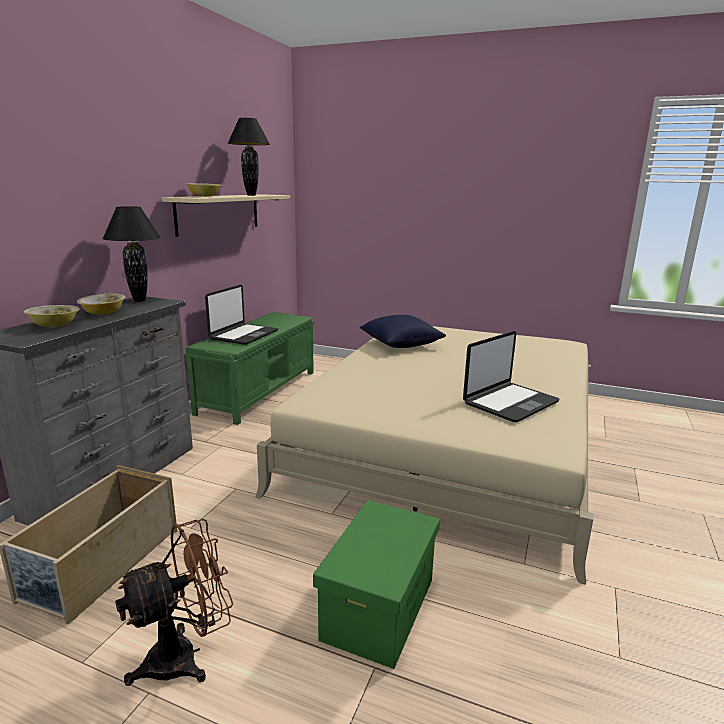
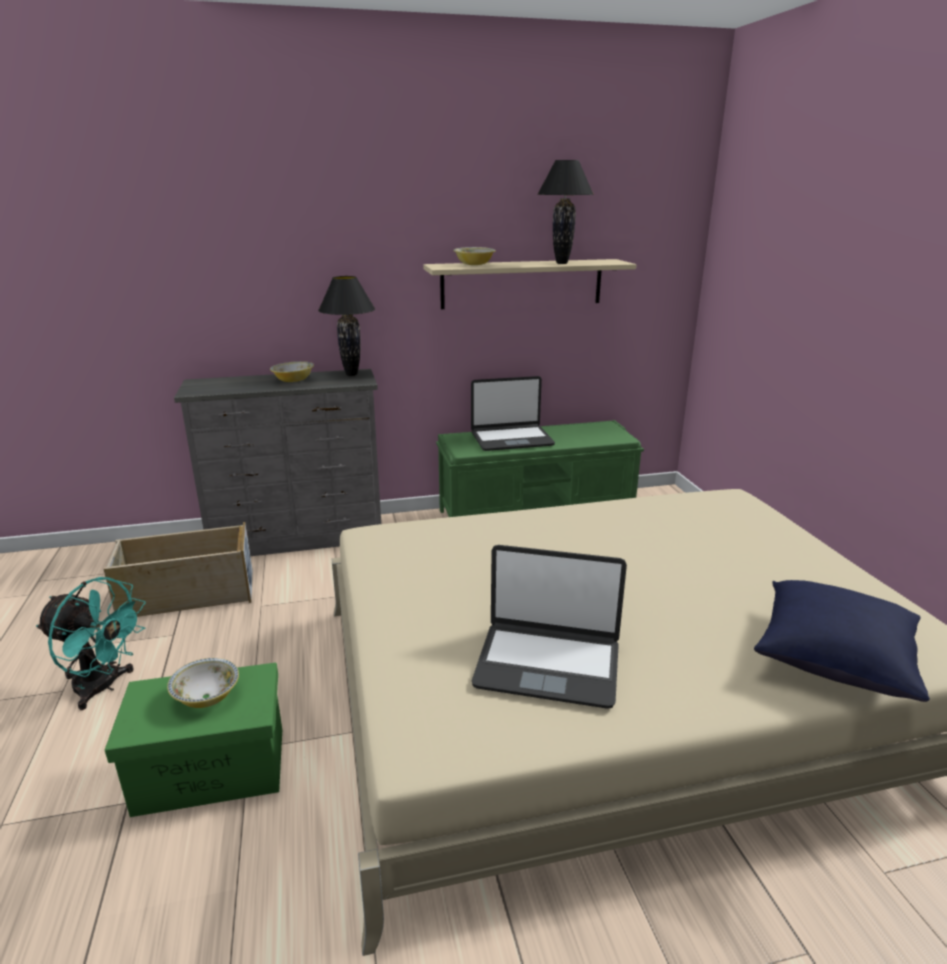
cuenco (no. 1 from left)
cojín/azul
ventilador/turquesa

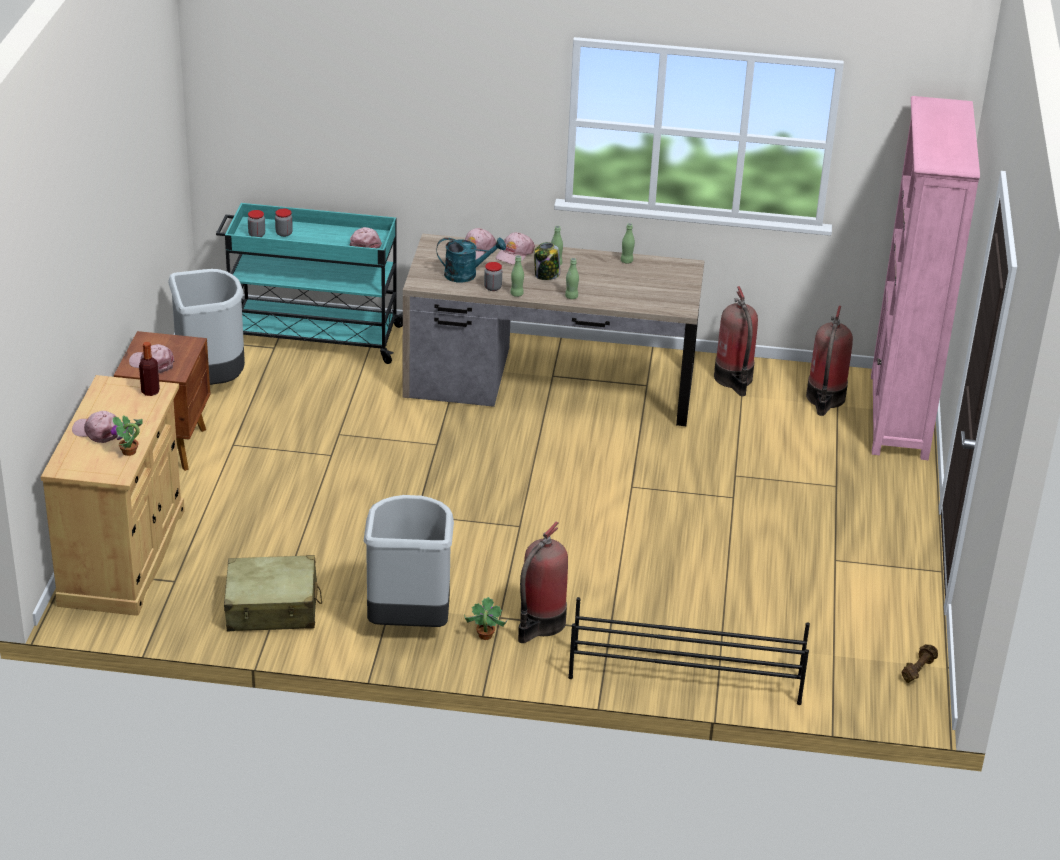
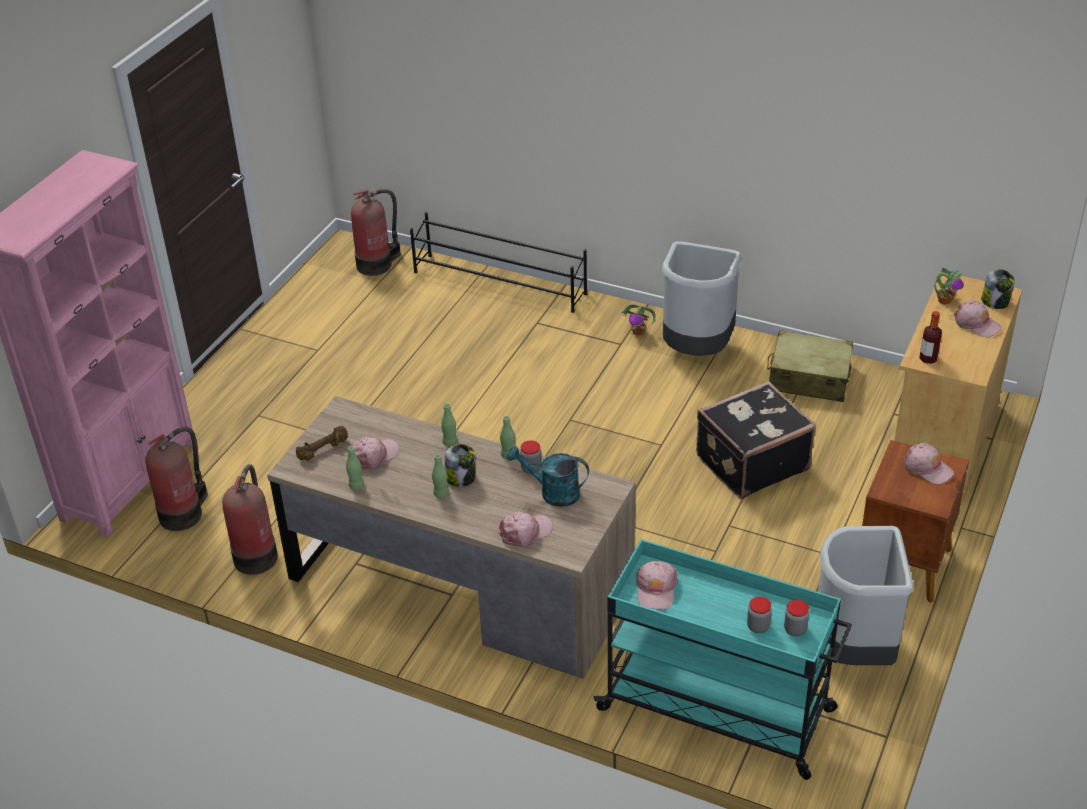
gorra/rosa (no. 1 from left)
extintor (no. 3 from left)
mancuerna/marrón
tarro (no. 5 from left)
maleta/negro

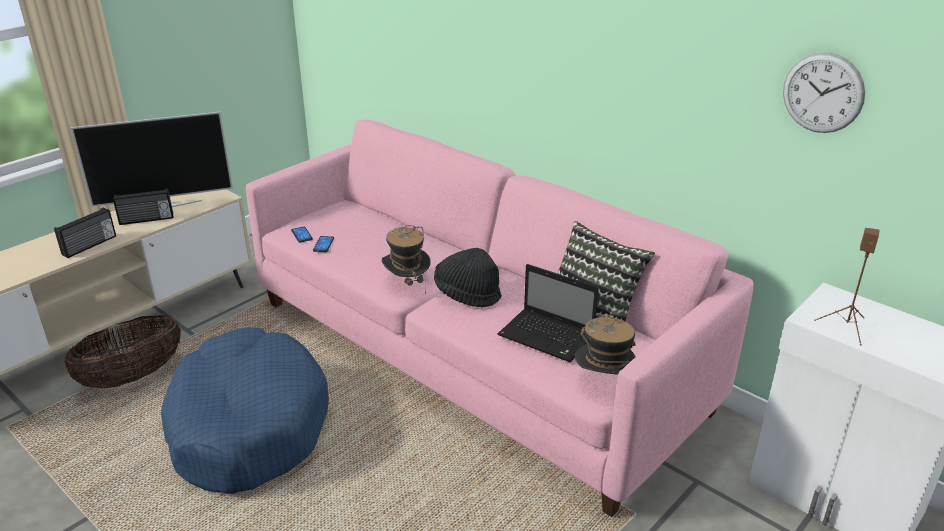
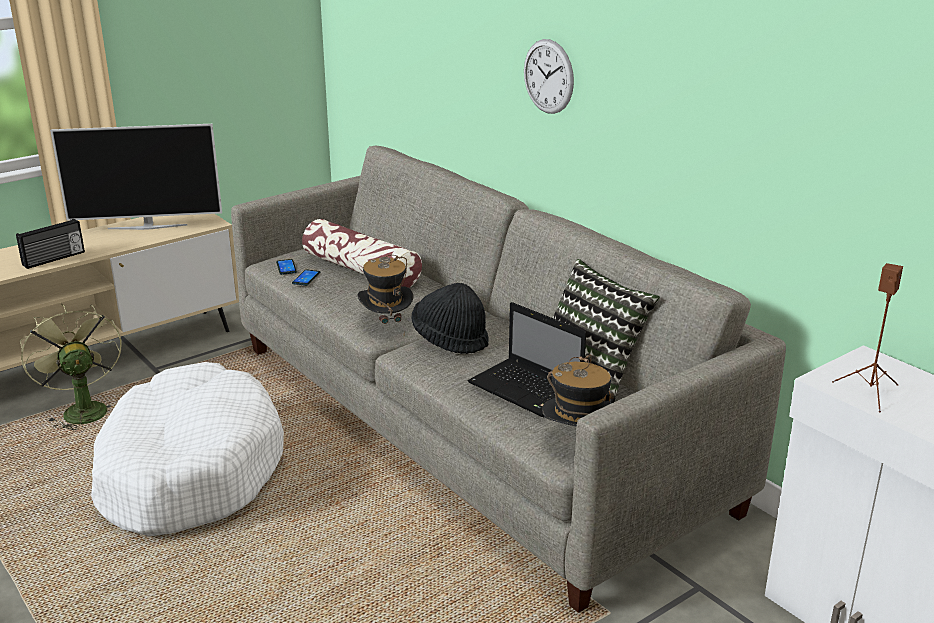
reloj de pared
sofá/gris
radio (no. 2 from left in the first image)
ventilador/verde
cama para perro/blanco
cojín (no. 1 from left)

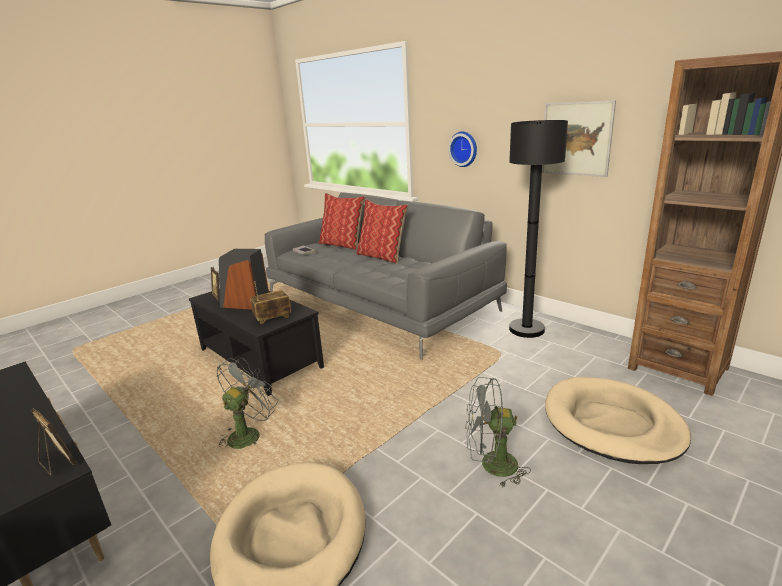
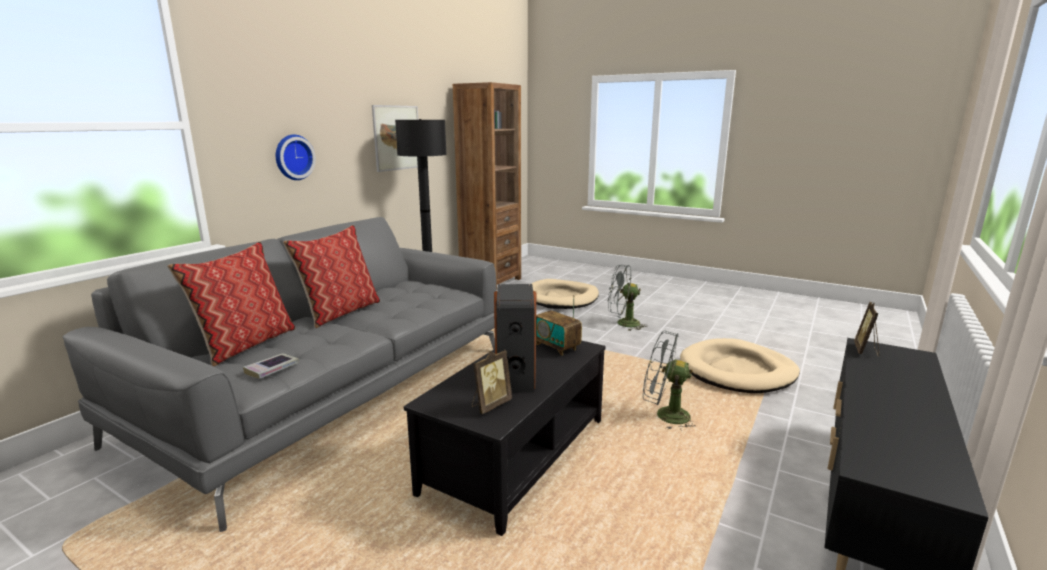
ventilador/gris (no. 1 from left)

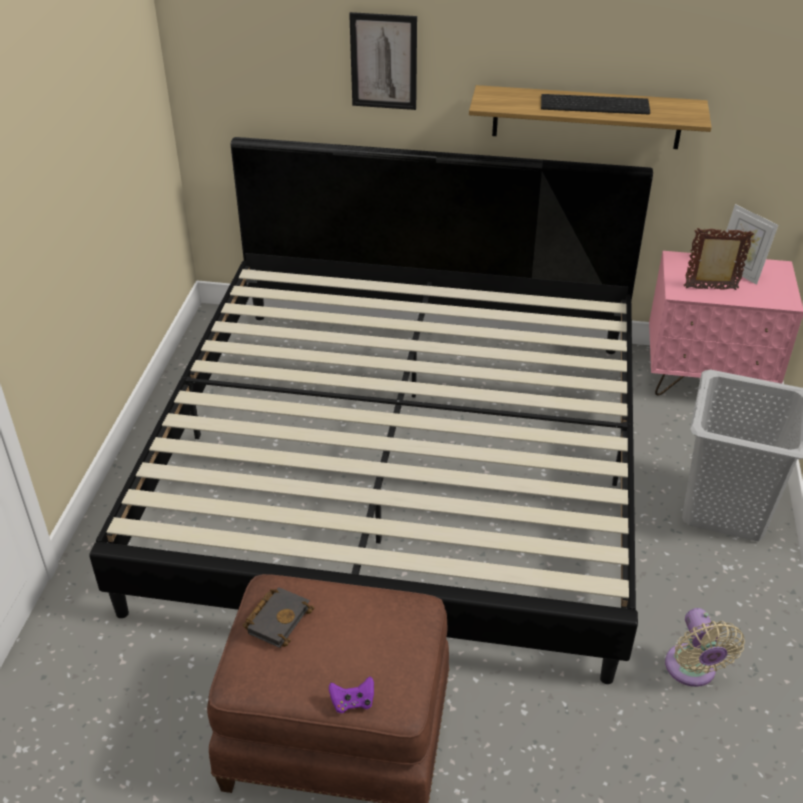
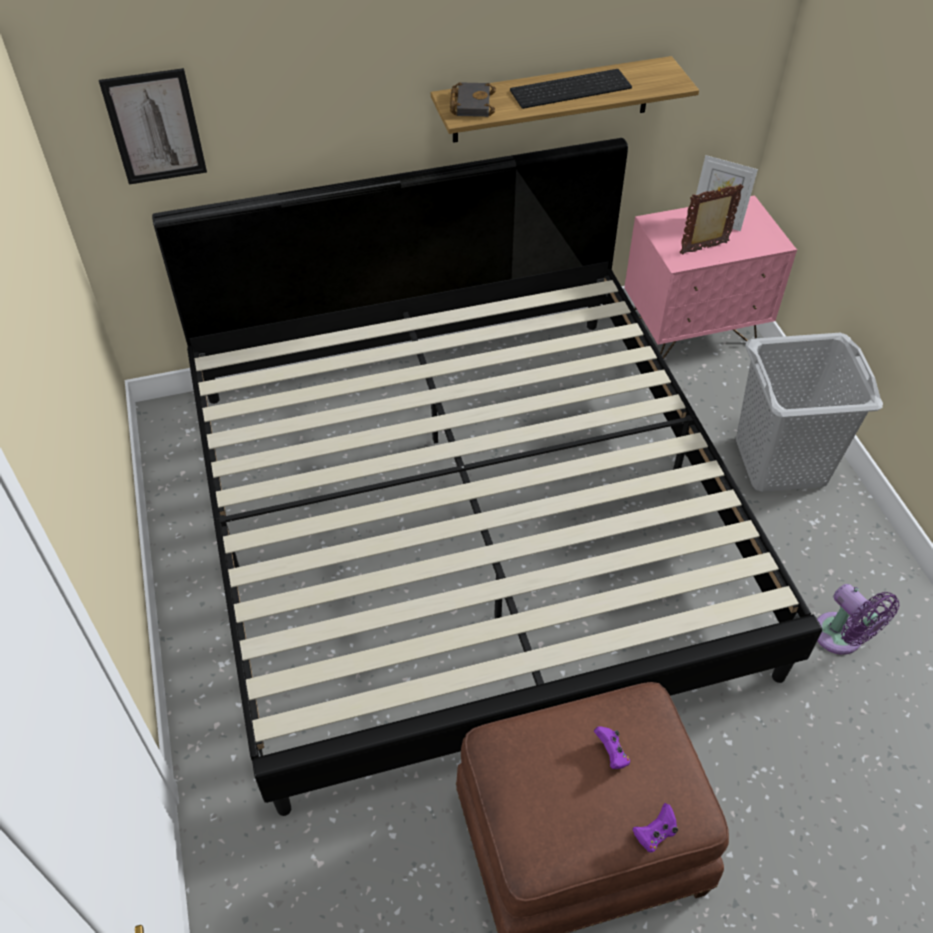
cuadro
libro/negro
ventilador/morado
mando de consola/morado (no. 1 from left)

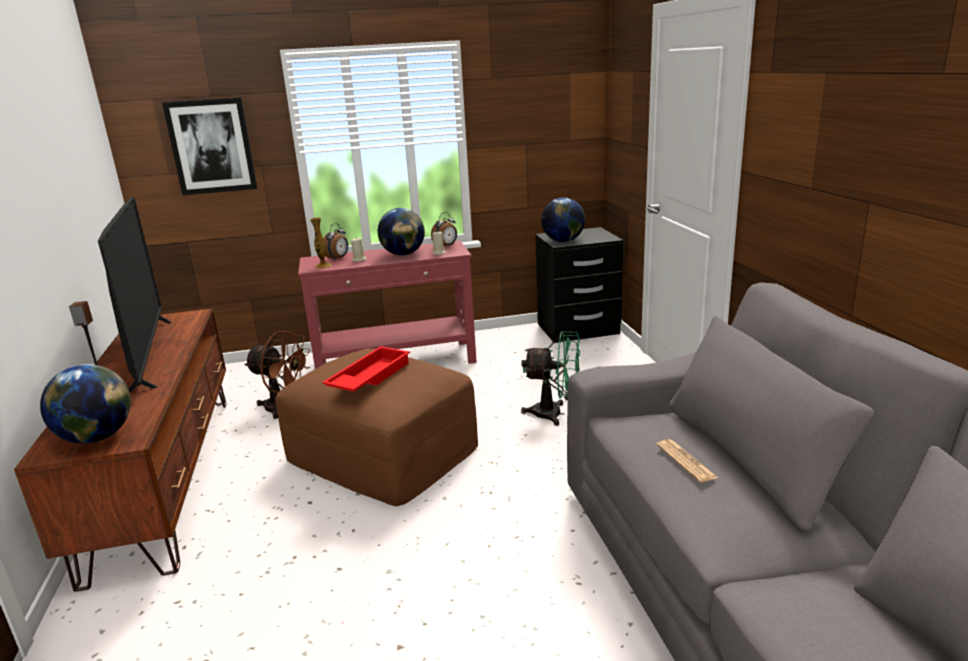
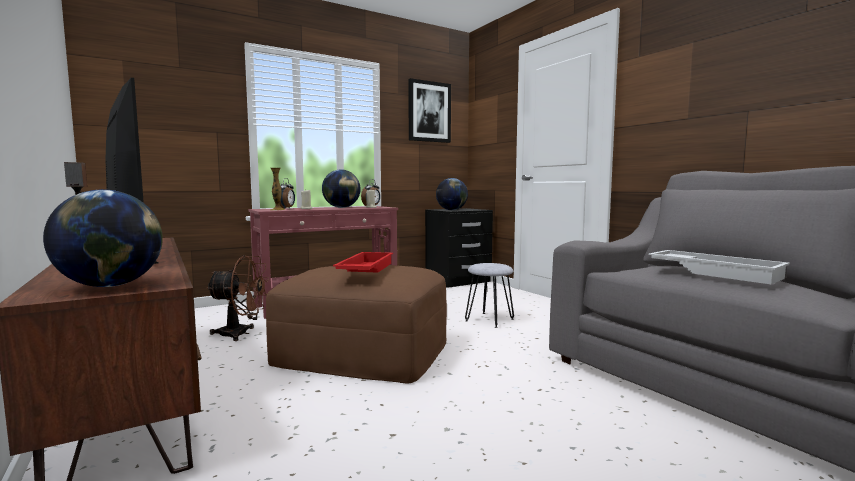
cuadro
taburete/gris
bandeja/blanco

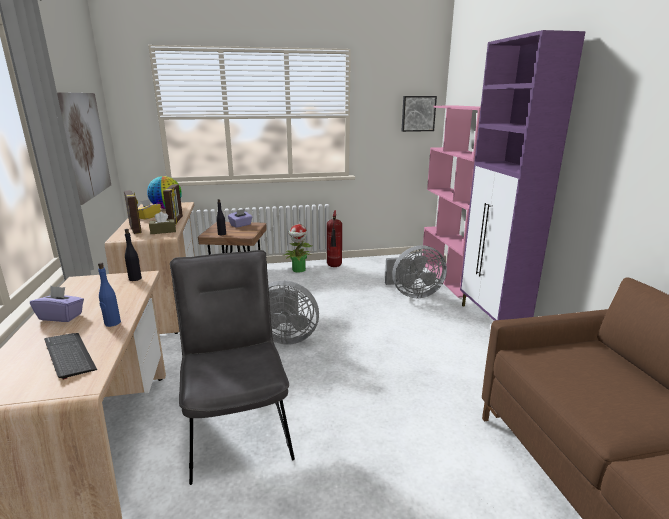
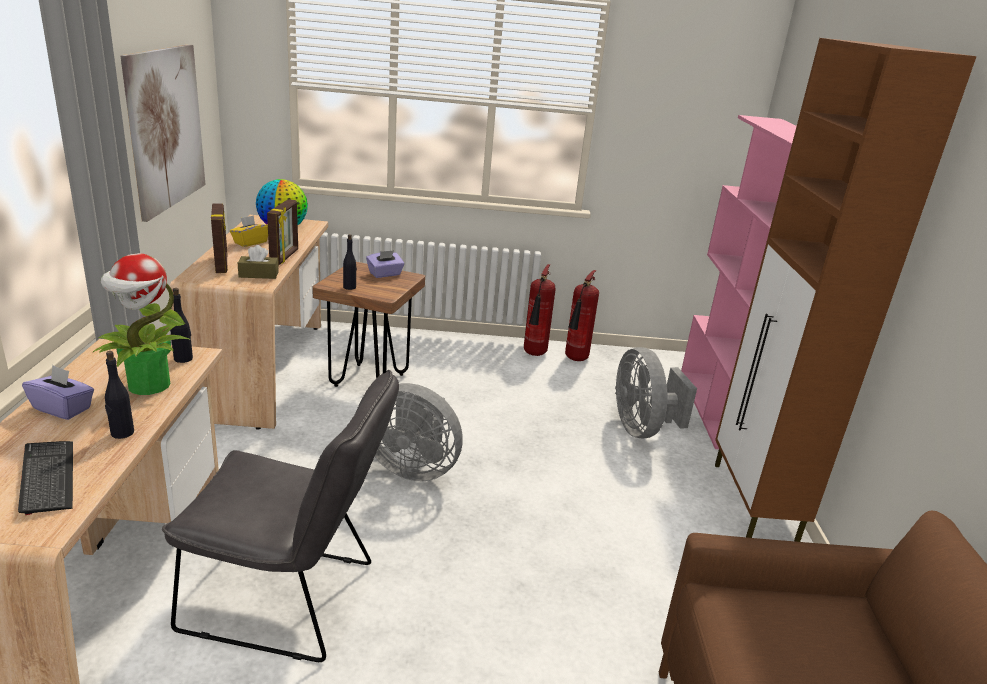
armario/marrón
cuadro (no. 2 from left in the first image)
planta en maceta
ventilador/gris (no. 2 from left)
silla/gris
botella/negro (no. 1 from left)
extintor (no. 2 from left)

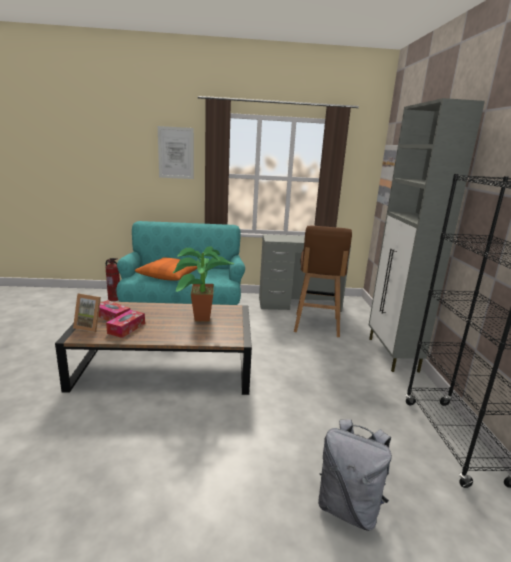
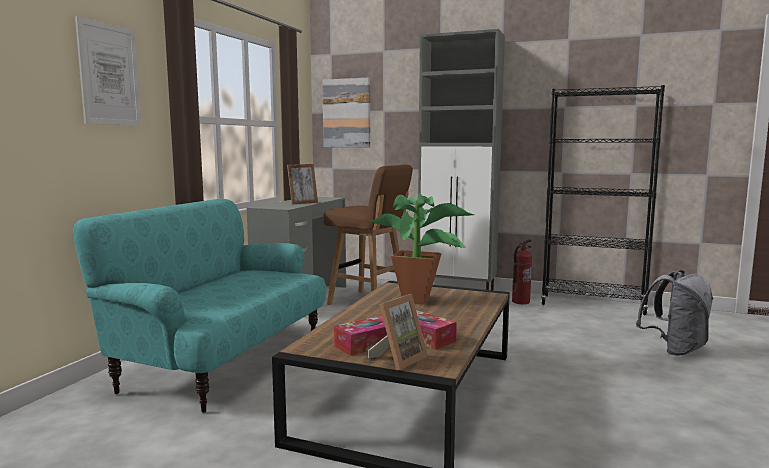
cojín/naranja
extintor
portarretratos (no. 1 from left)

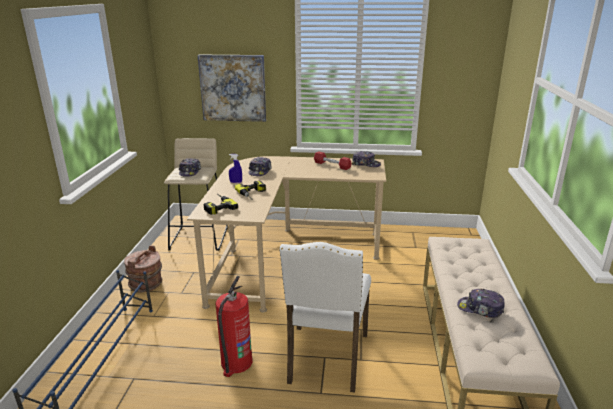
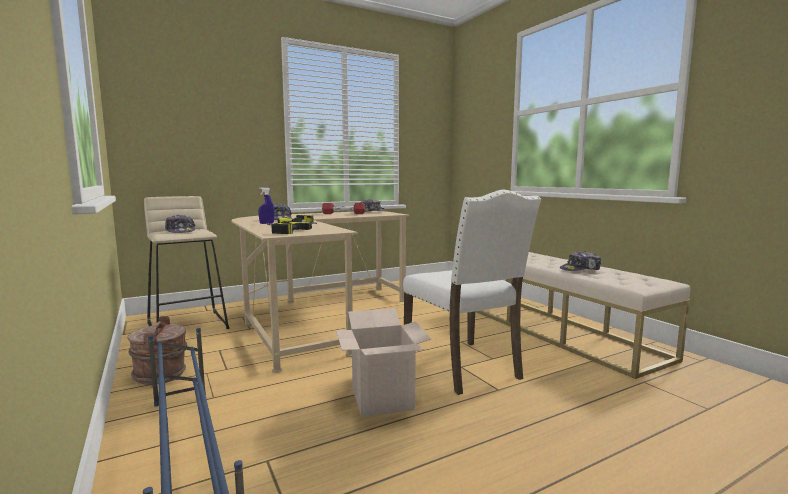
cuadro
caja de cartón

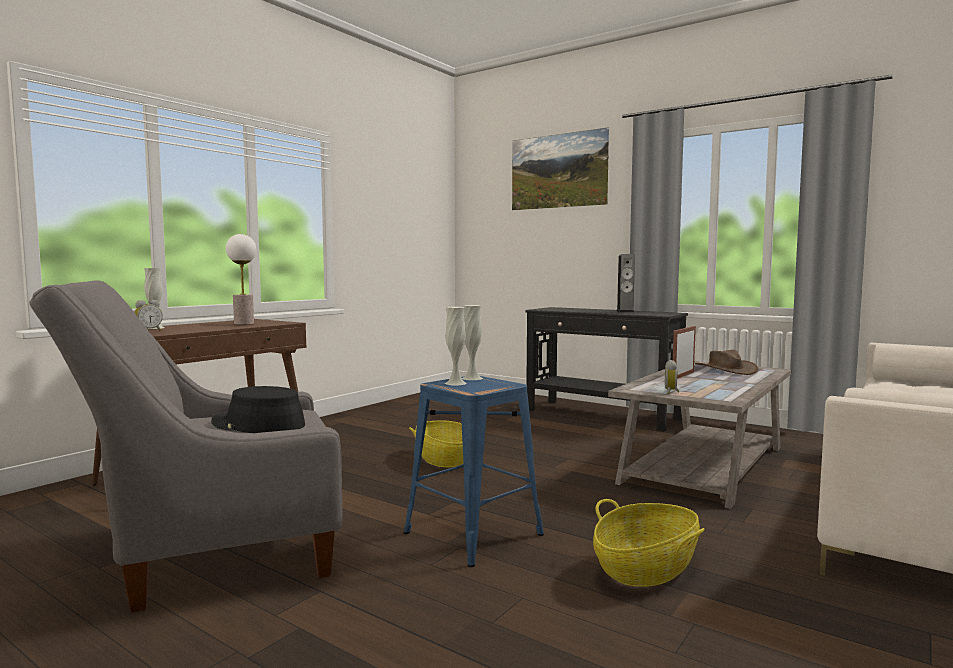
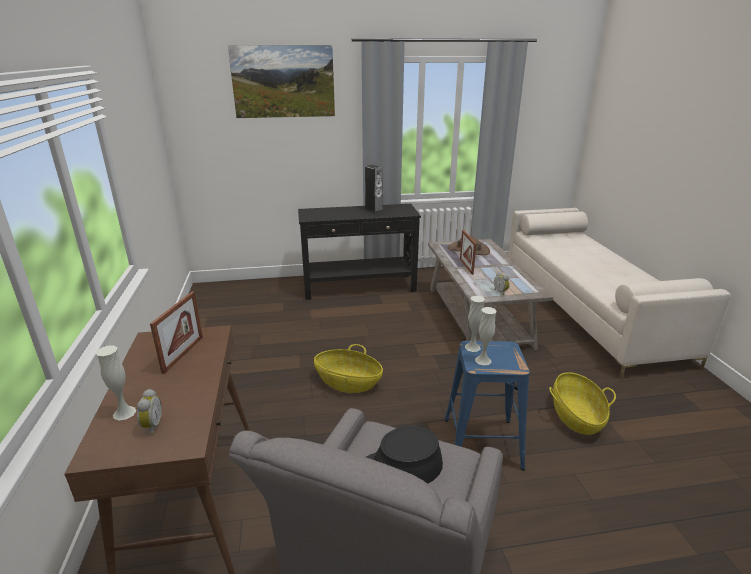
portarretratos (no. 1 from left)

